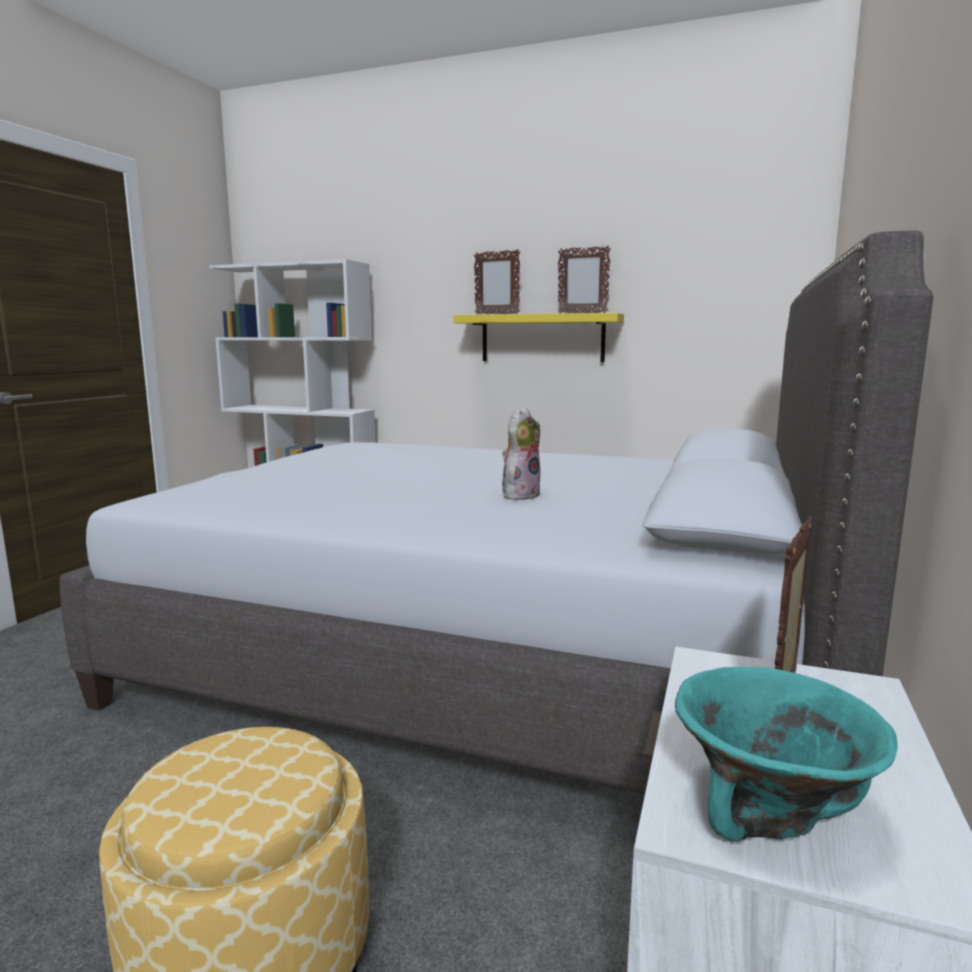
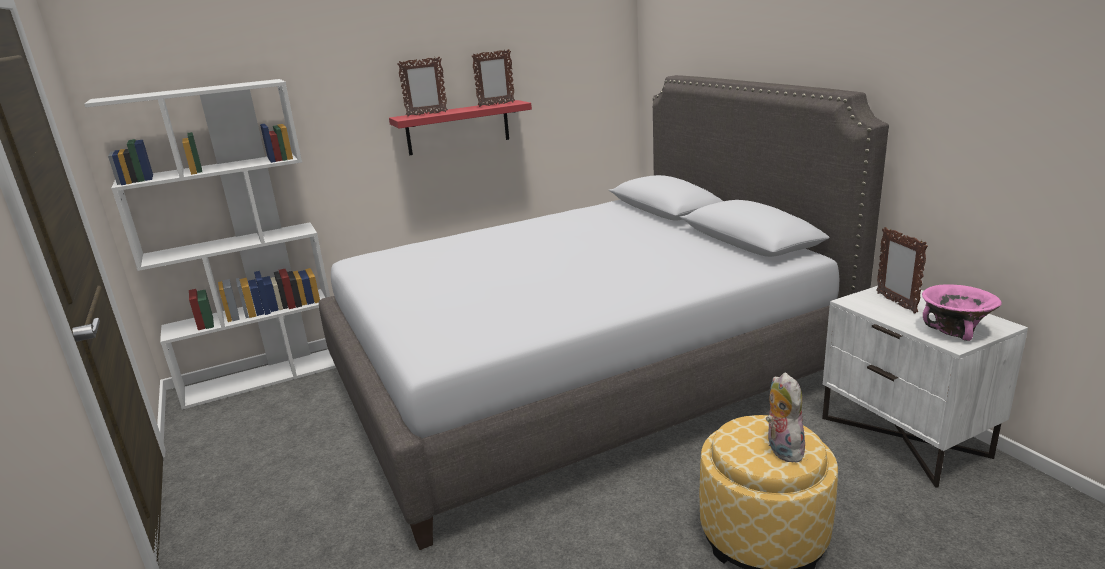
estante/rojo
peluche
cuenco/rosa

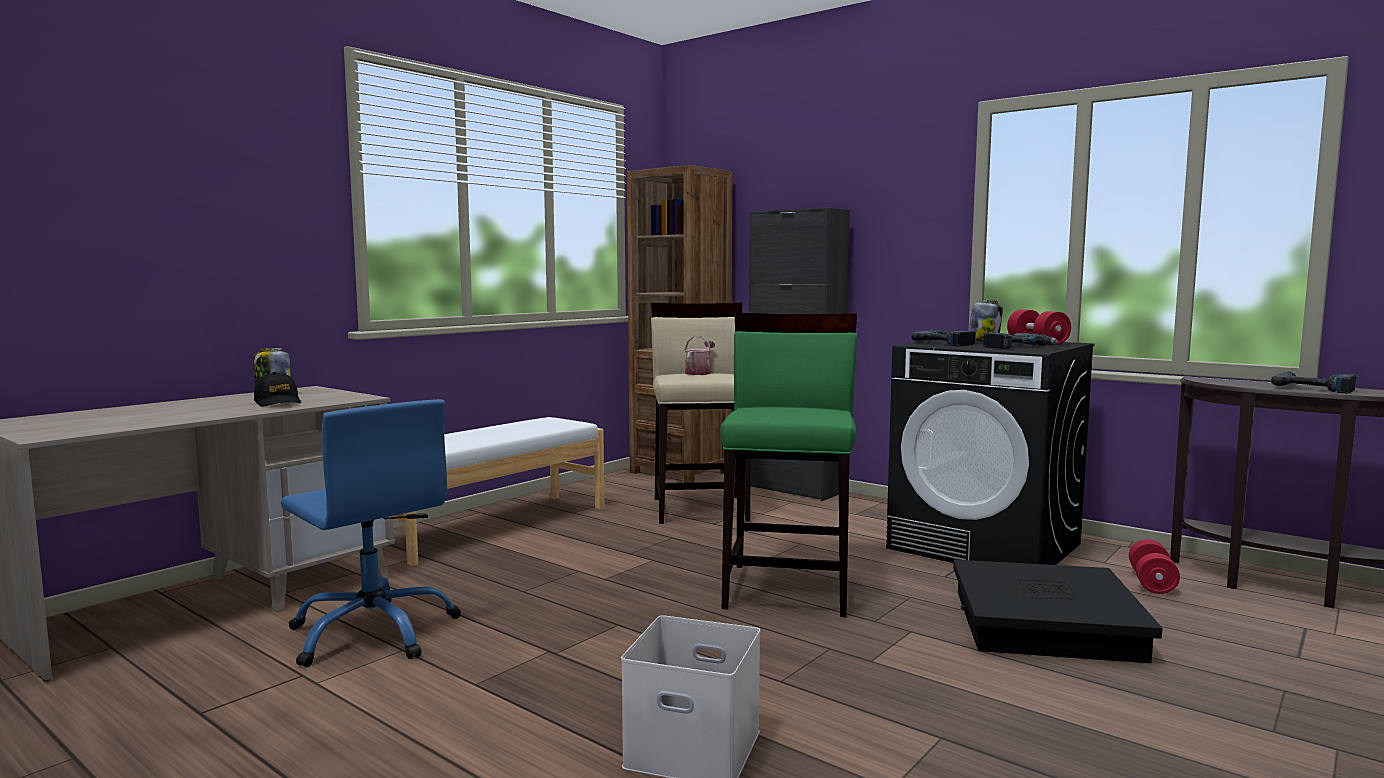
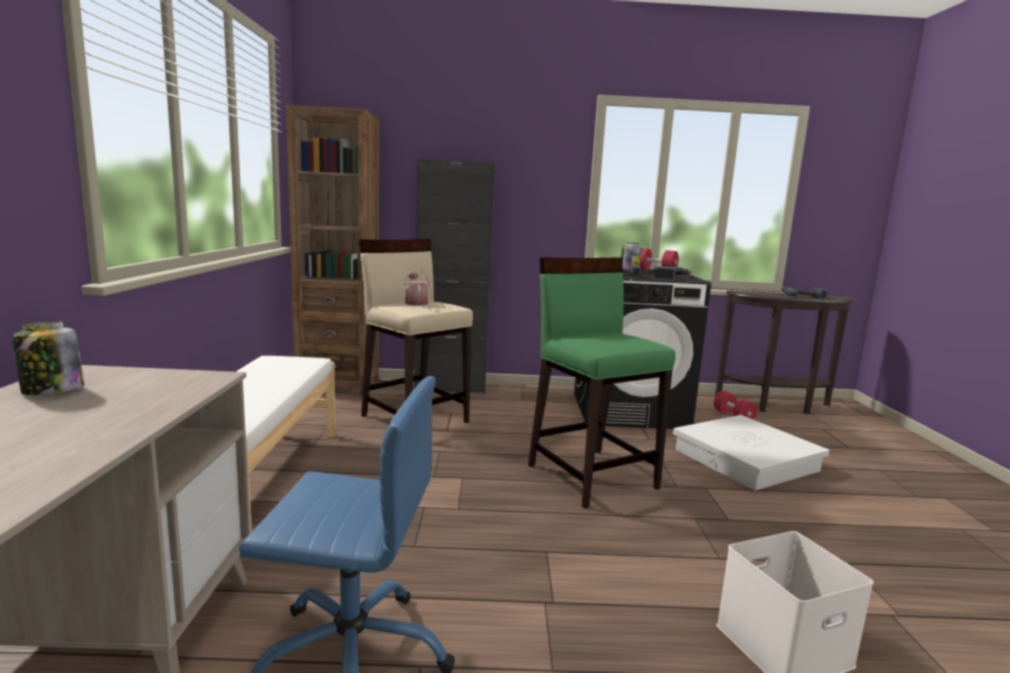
gorra/negro
caja de almacenaje/blanco (no. 1 from left)

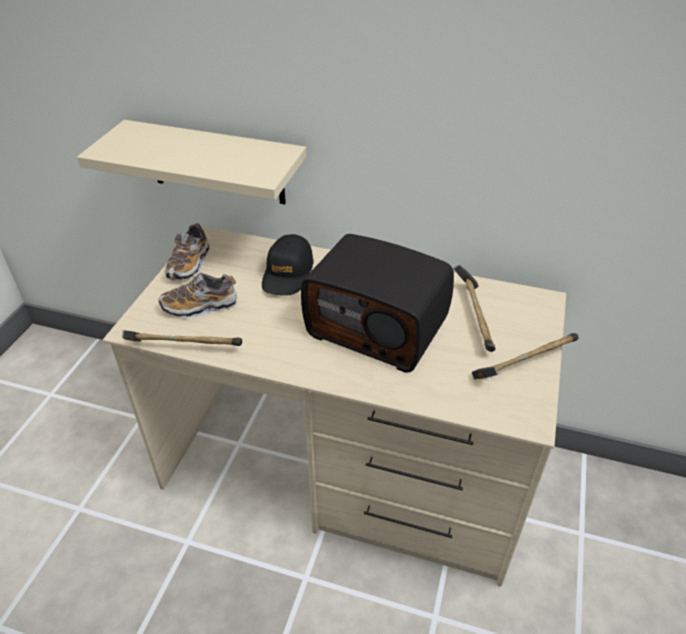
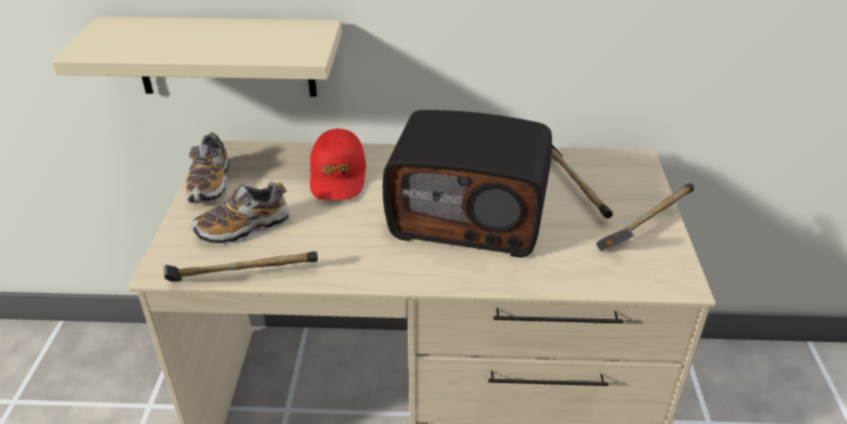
gorra/rojo

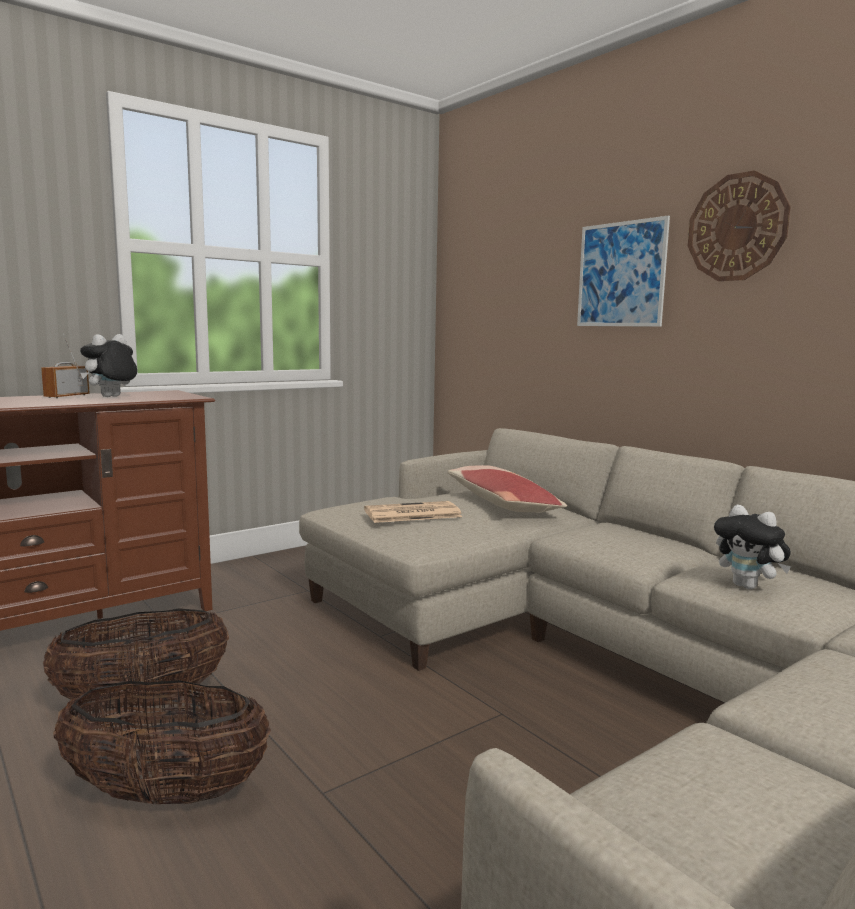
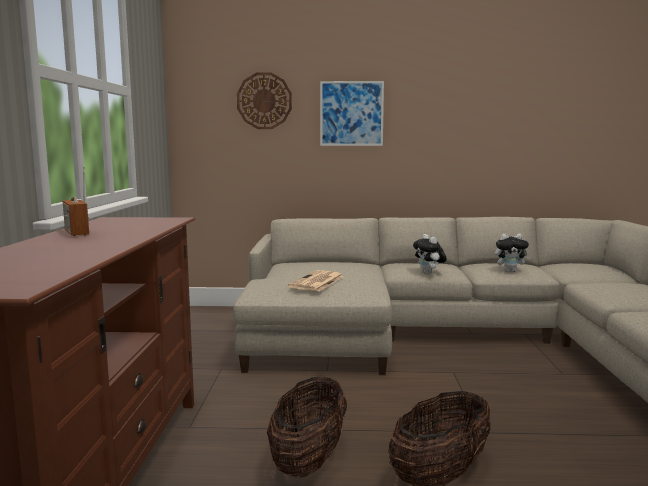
reloj de pared
peluche (no. 1 from left)
cojín

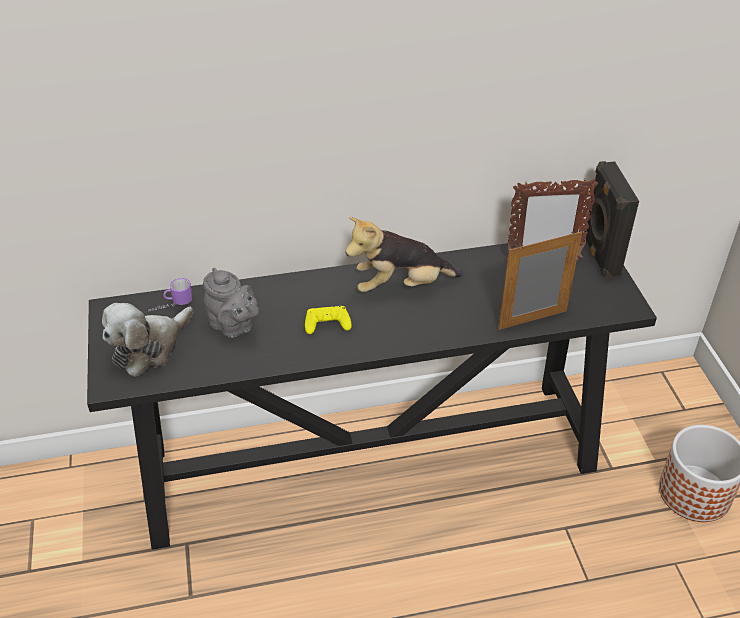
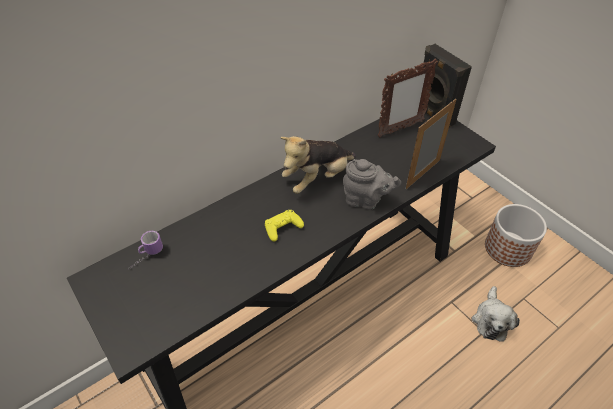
tetera/gris
peluche (no. 2 from left)

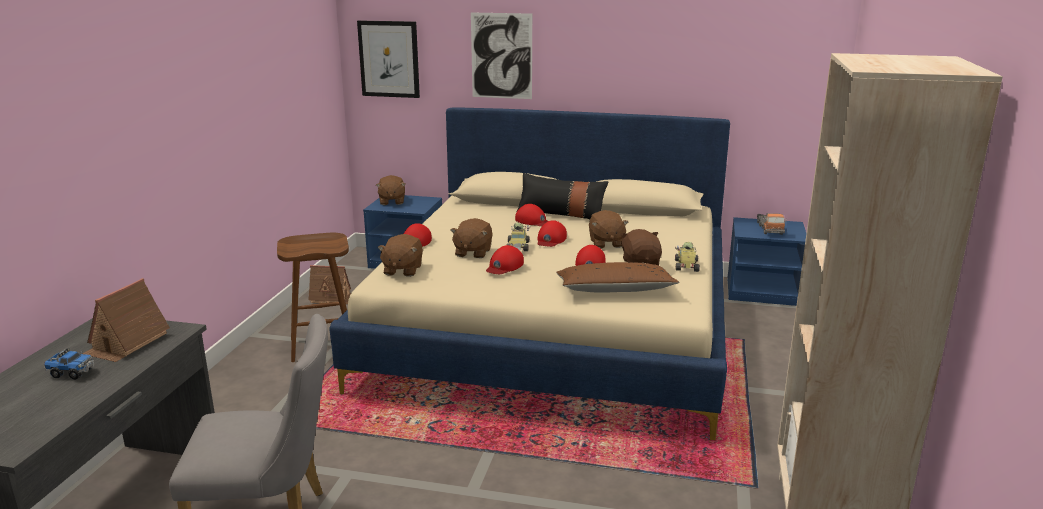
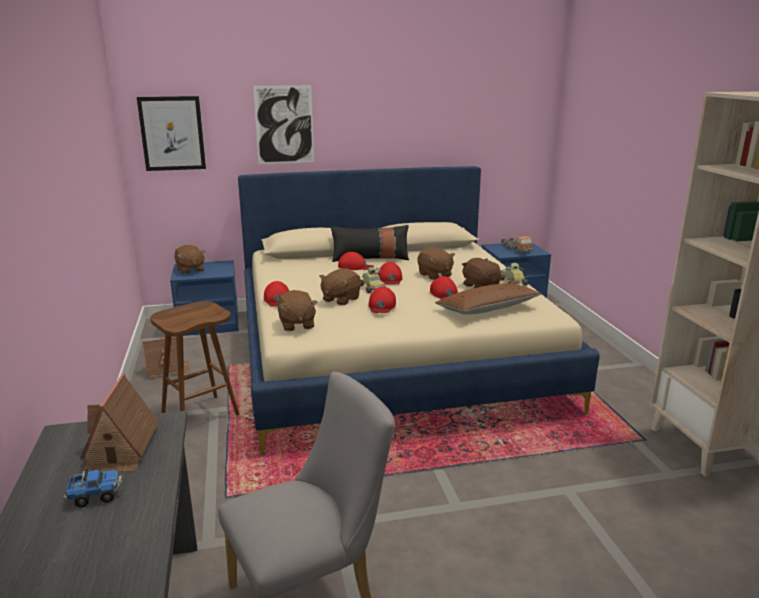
peluche/marrón (no. 3 from left)

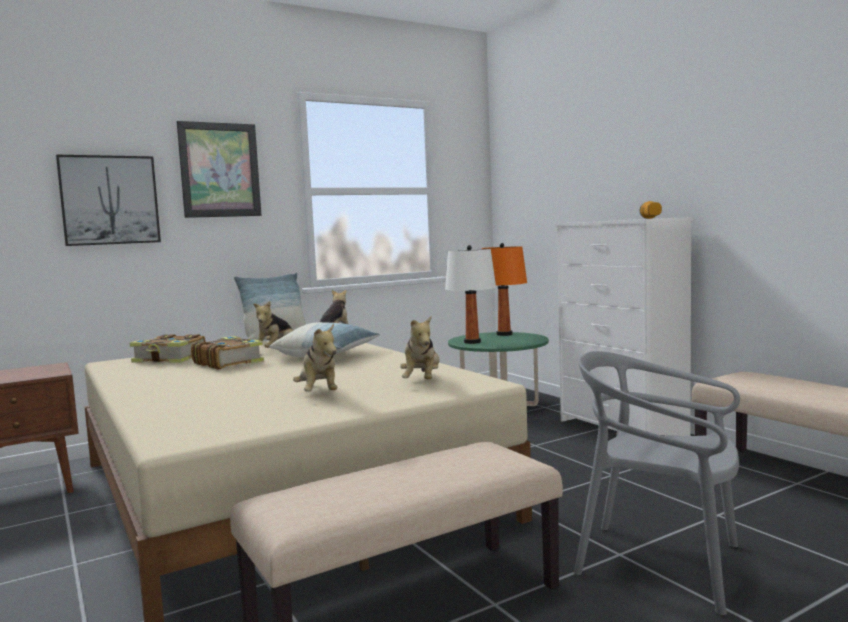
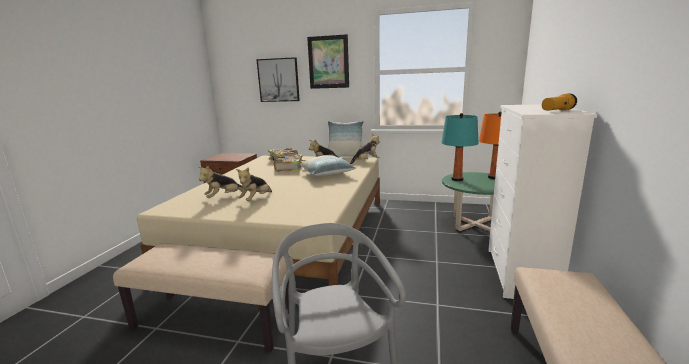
lámpara de mesa/turquesa
peluche (no. 1 from left)

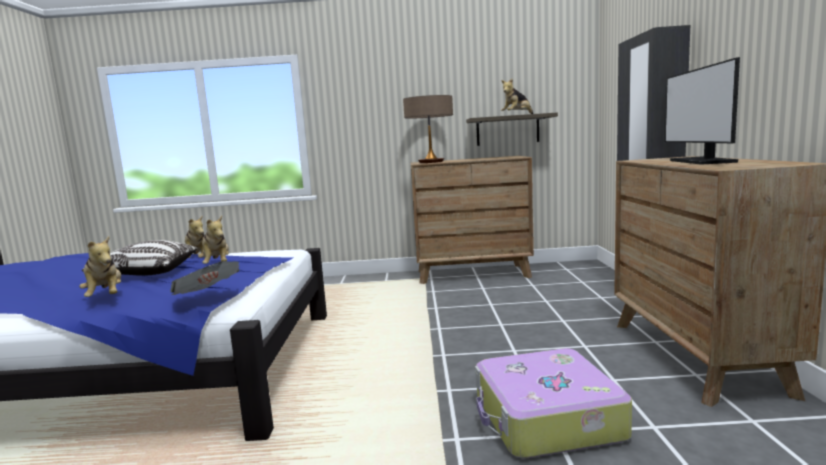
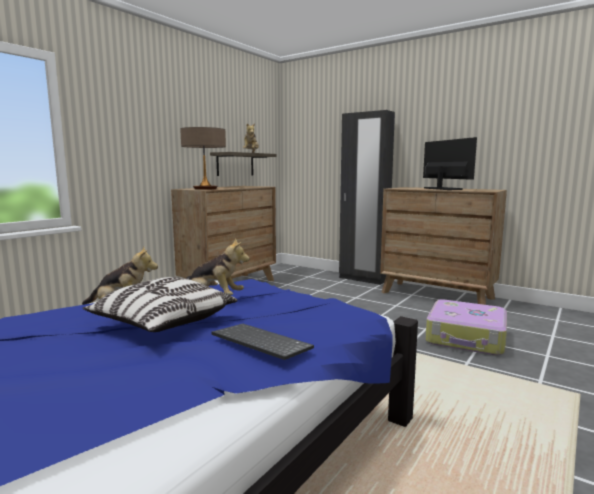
monitor
teclado
periódico

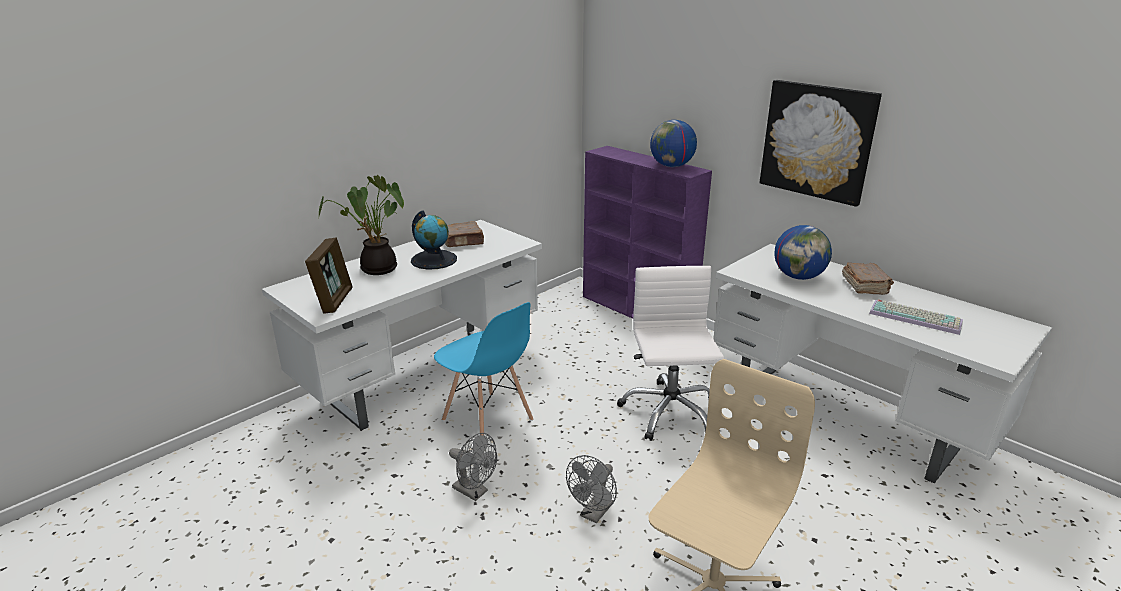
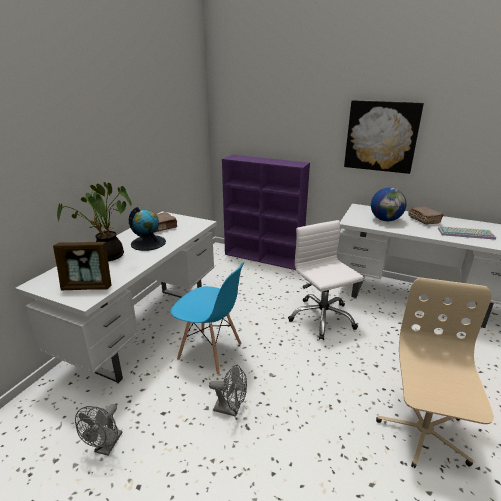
globo terráqueo (no. 2 from left in the first image)
portarretratos
ventilador/gris (no. 1 from left)

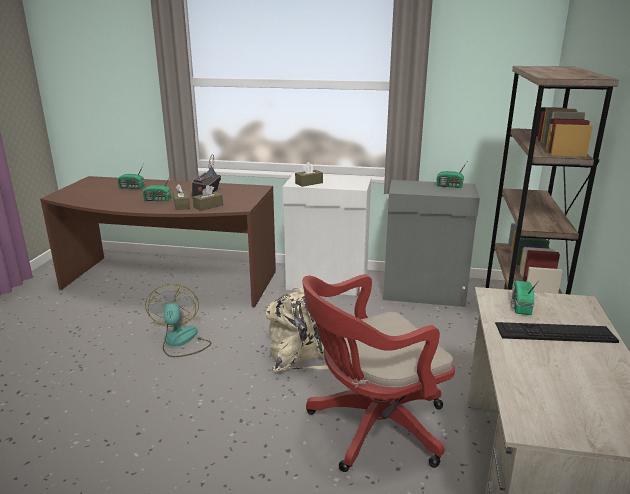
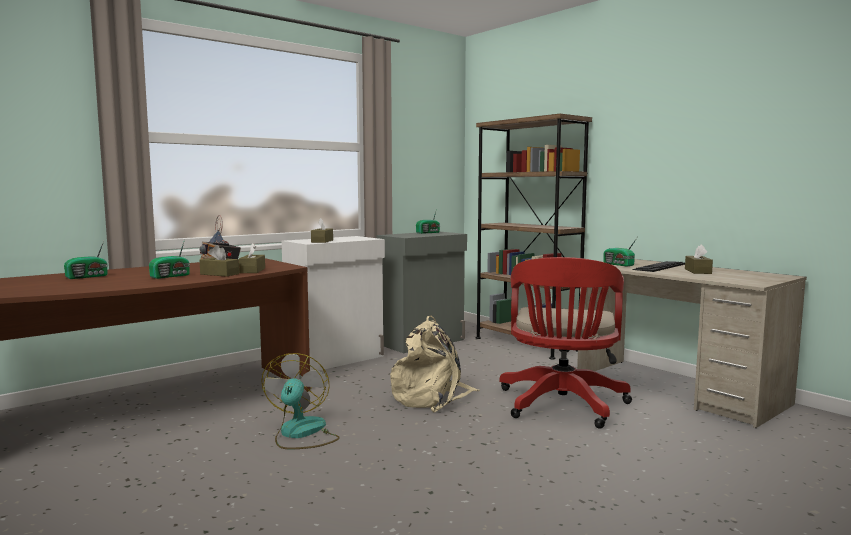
ventilador
caja de pañuelos/marrón (no. 4 from left)

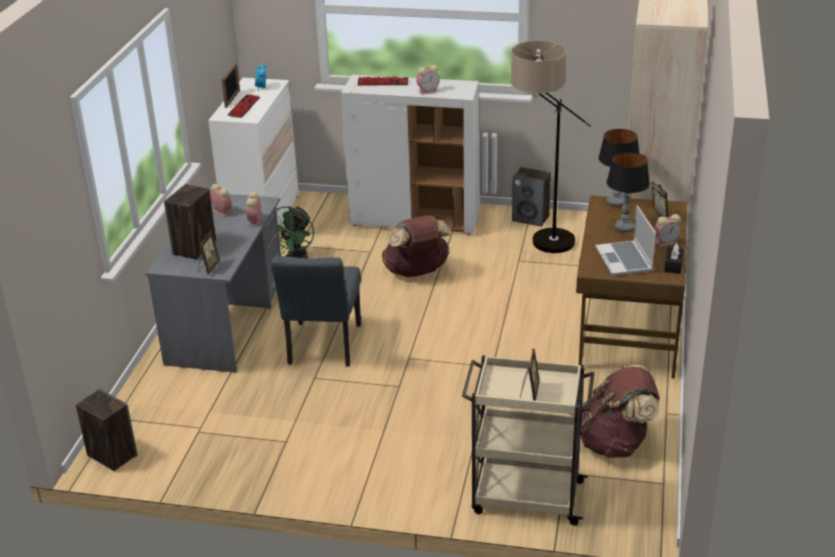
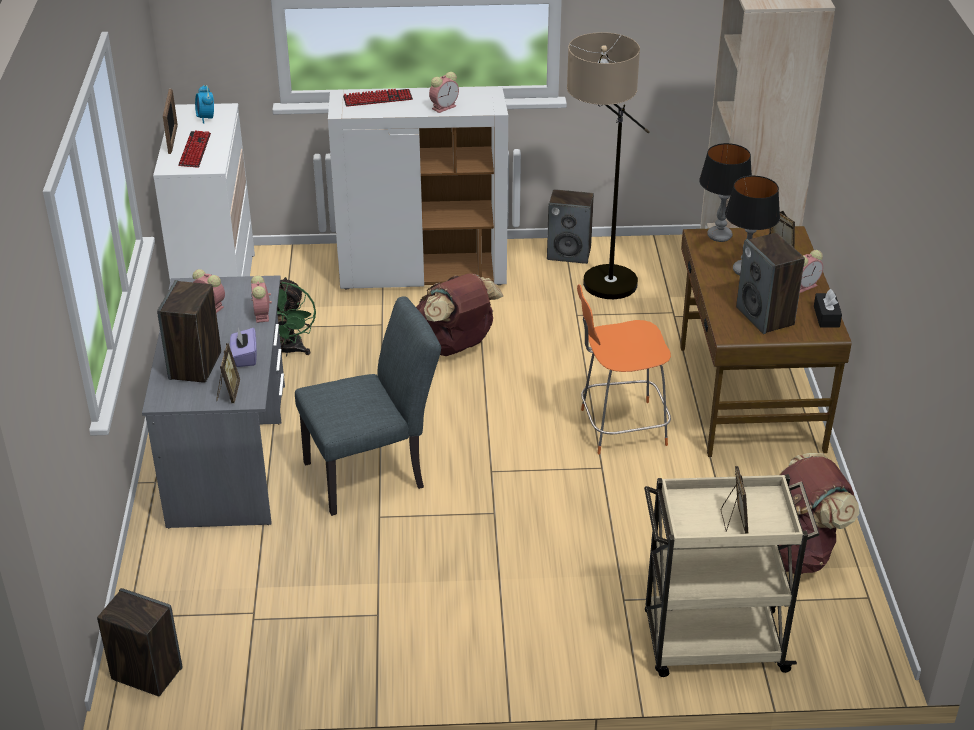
altavoz (no. 4 from left)
silla/gris
silla/naranja
caja de pañuelos/morado

